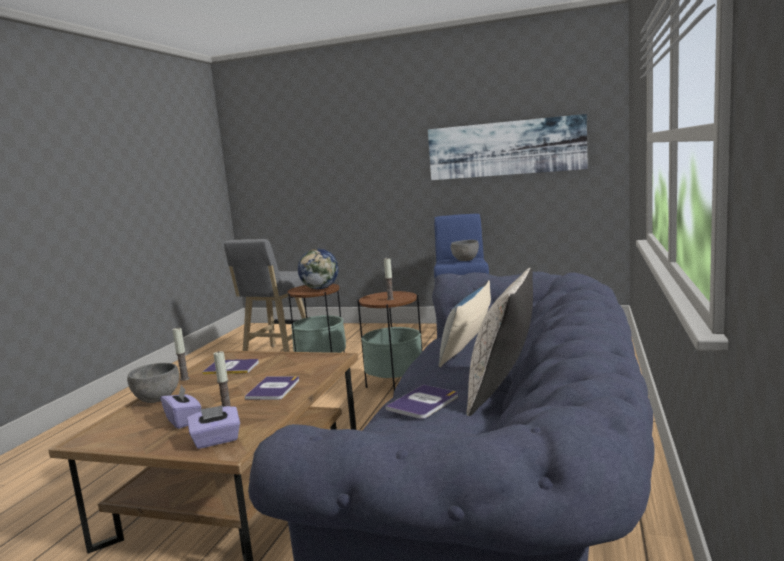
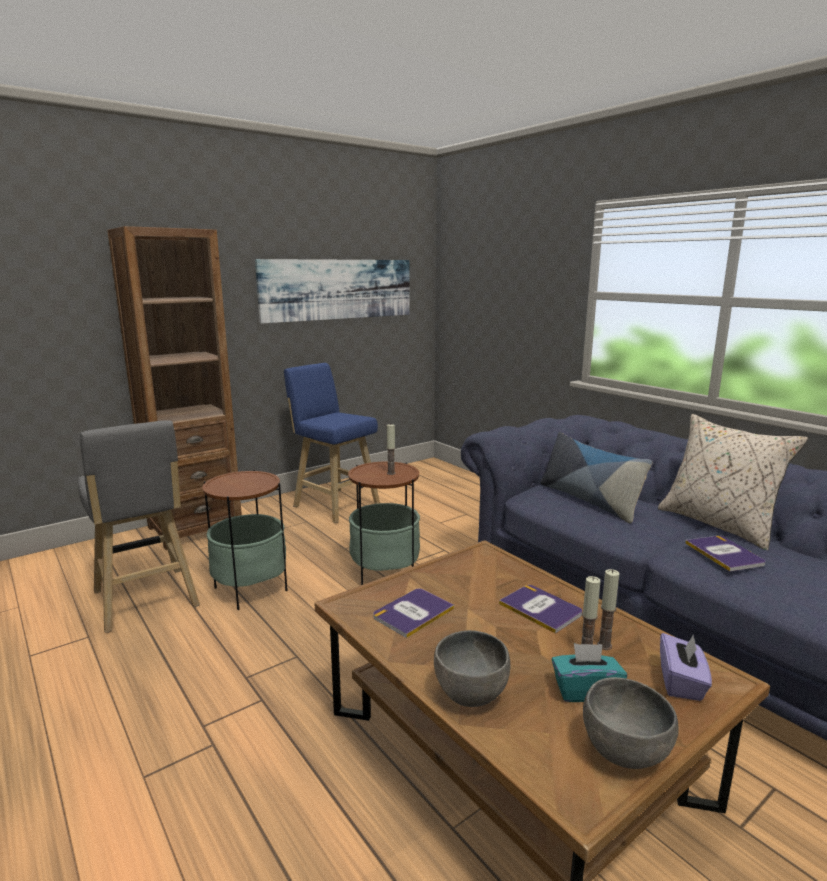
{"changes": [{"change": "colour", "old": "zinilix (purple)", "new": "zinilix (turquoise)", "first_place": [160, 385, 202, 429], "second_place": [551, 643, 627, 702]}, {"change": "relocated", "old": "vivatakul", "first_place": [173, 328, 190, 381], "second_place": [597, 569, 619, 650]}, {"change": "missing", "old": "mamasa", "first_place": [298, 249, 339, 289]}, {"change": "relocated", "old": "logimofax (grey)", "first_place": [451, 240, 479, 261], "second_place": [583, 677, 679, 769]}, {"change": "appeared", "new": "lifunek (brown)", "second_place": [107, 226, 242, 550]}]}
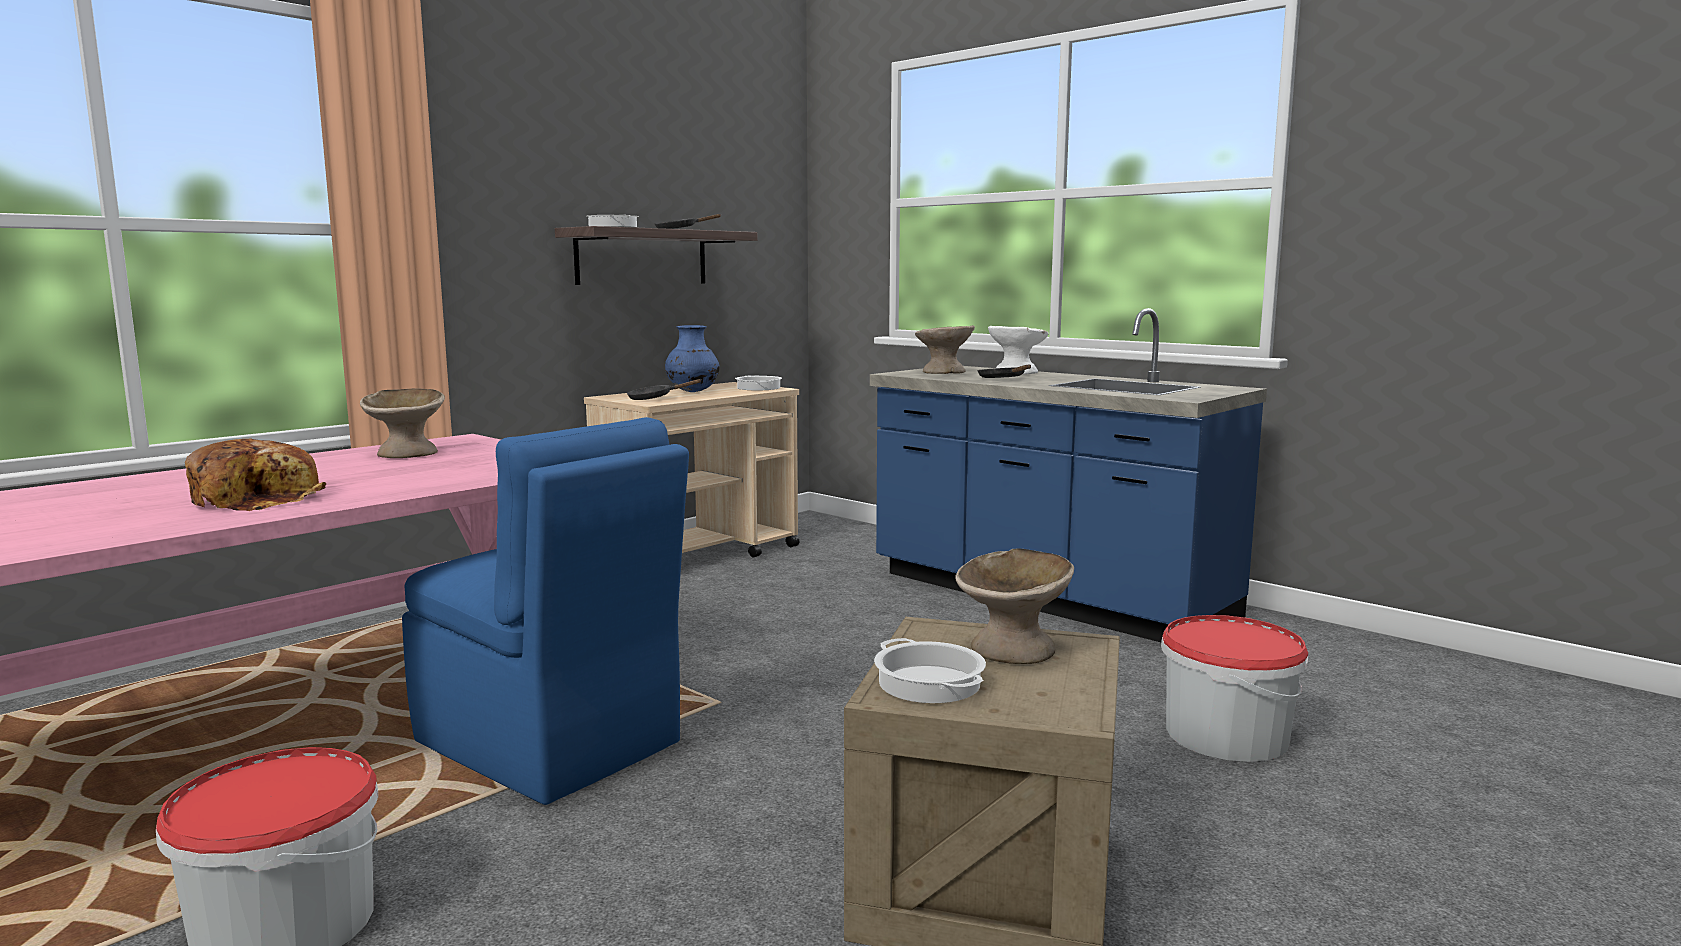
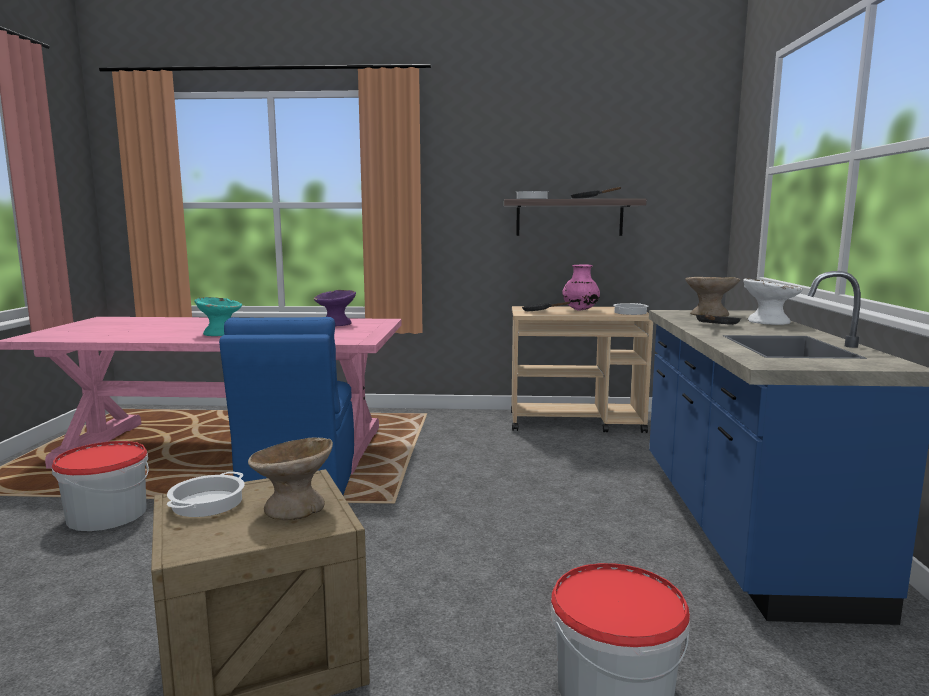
{"changes": [{"change": "exchanged", "old": "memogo", "new": "logimofax (turquoise)", "first_place": [185, 438, 326, 511], "second_place": [194, 297, 242, 336]}, {"change": "colour", "old": "logimofax (beige)", "new": "logimofax (purple)", "first_place": [360, 388, 445, 458], "second_place": [314, 290, 356, 326]}, {"change": "colour", "old": "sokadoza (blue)", "new": "sokadoza (pink)", "first_place": [665, 325, 720, 392], "second_place": [562, 264, 600, 311]}]}
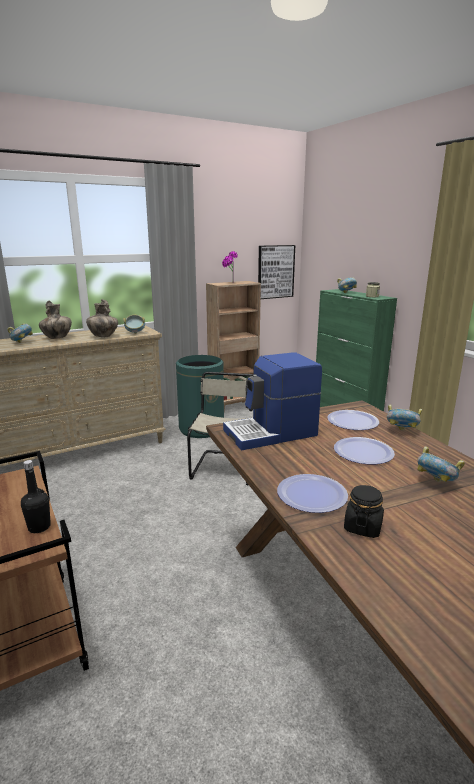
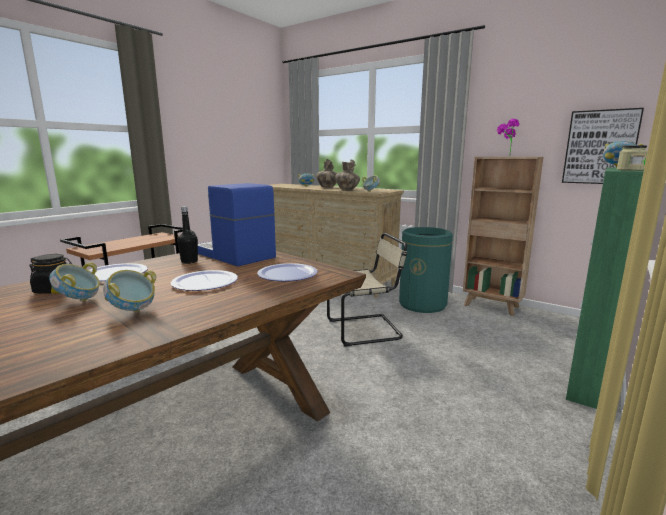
{"changes": [{"change": "relocated", "old": "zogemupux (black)", "first_place": [21, 460, 51, 533], "second_place": [177, 206, 198, 264]}, {"change": "relocated", "old": "logimofax", "first_place": [387, 405, 422, 430], "second_place": [49, 262, 100, 301]}]}
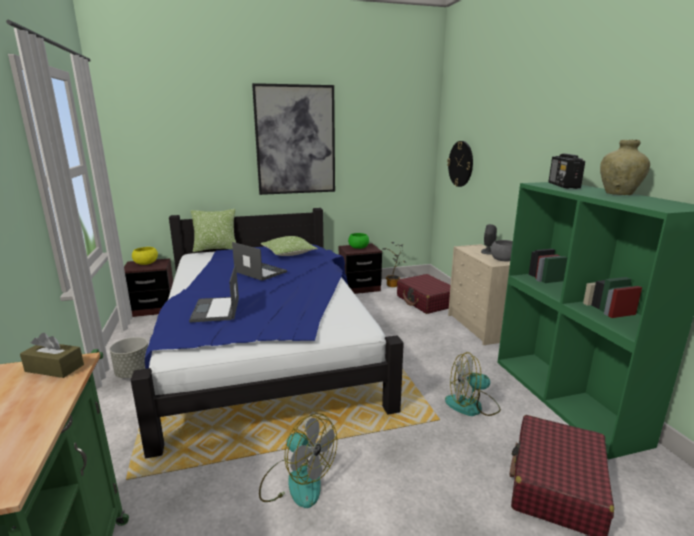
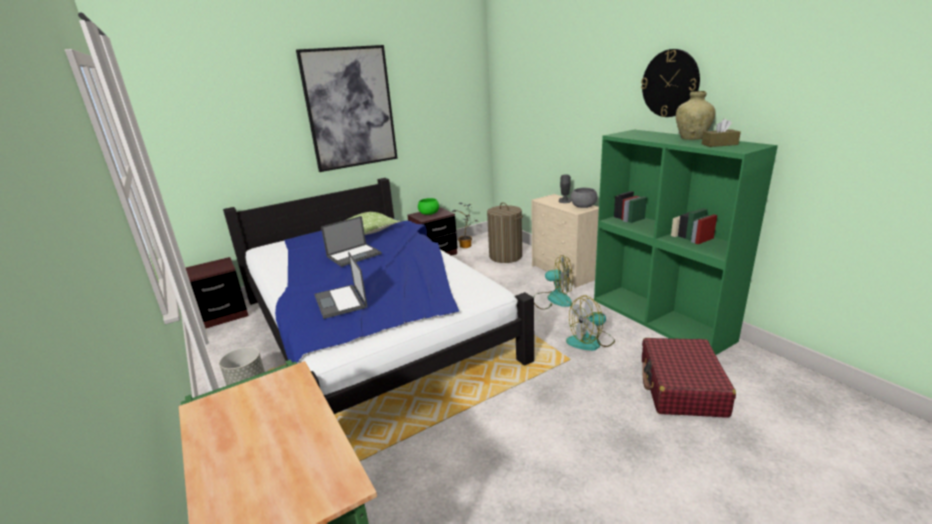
{"changes": [{"change": "relocated", "old": "zinilix (brown)", "first_place": [20, 333, 84, 378], "second_place": [702, 119, 741, 147]}, {"change": "missing", "old": "logimofax (yellow)", "first_place": [132, 247, 158, 265]}, {"change": "missing", "old": "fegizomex", "first_place": [191, 209, 236, 252]}, {"change": "spun", "old": "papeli", "first_place": [232, 242, 287, 281], "second_place": [321, 216, 382, 267], "degrees": 120}, {"change": "relocated", "old": "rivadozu", "first_place": [259, 413, 337, 508], "second_place": [534, 255, 573, 310]}, {"change": "exchanged", "old": "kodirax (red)", "new": "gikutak", "first_place": [397, 274, 451, 314], "second_place": [487, 202, 523, 263]}, {"change": "relocated", "old": "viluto", "first_place": [447, 141, 473, 187], "second_place": [641, 49, 700, 117]}, {"change": "missing", "old": "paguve", "first_place": [549, 153, 585, 189]}]}
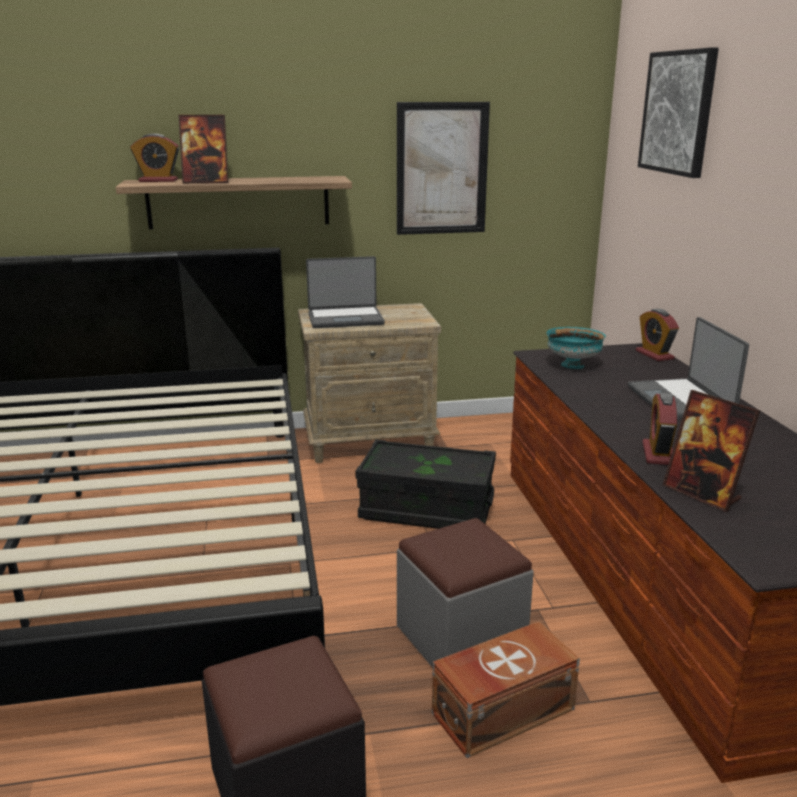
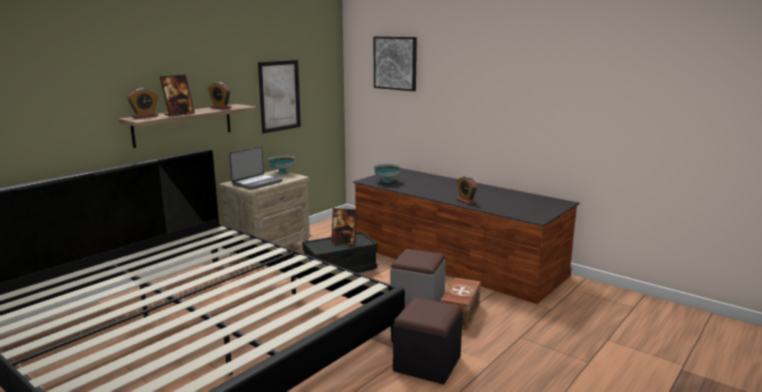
{"changes": [{"change": "missing", "old": "papeli", "first_place": [628, 317, 749, 420]}, {"change": "relocated", "old": "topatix", "first_place": [636, 309, 679, 361], "second_place": [208, 82, 232, 109]}, {"change": "relocated", "old": "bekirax", "first_place": [663, 390, 760, 512], "second_place": [331, 208, 357, 245]}, {"change": "appeared", "new": "logimofax (turquoise)", "second_place": [268, 156, 295, 174]}]}
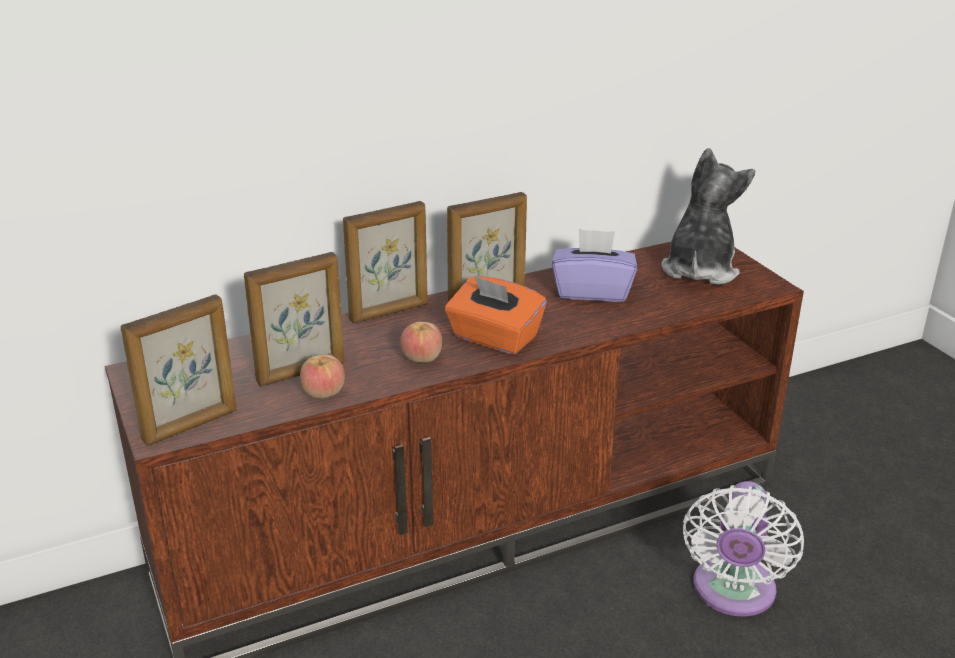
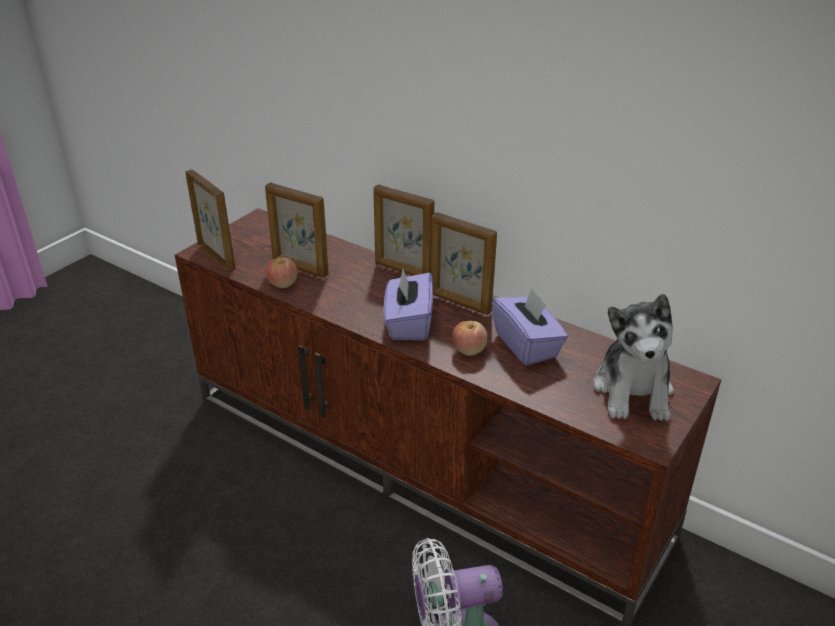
{"changes": [{"change": "spun", "old": "bekirax", "first_place": [121, 295, 237, 446], "second_place": [185, 169, 235, 271], "degrees": -150}, {"change": "relocated", "old": "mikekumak", "first_place": [400, 322, 442, 363], "second_place": [452, 321, 487, 356]}, {"change": "colour", "old": "zinilix (orange)", "new": "zinilix (purple)", "first_place": [445, 276, 547, 355], "second_place": [384, 269, 433, 340]}, {"change": "spun", "old": "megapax", "first_place": [661, 148, 755, 285], "second_place": [594, 294, 674, 421], "degrees": 105}]}
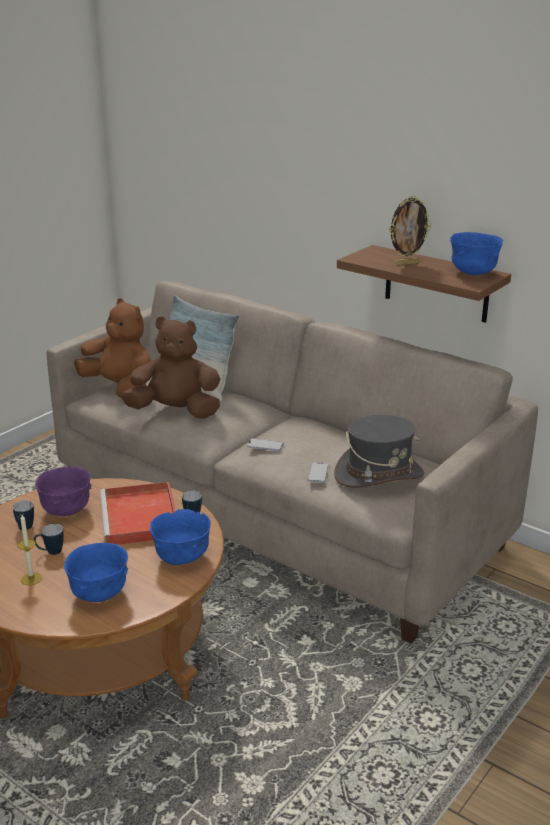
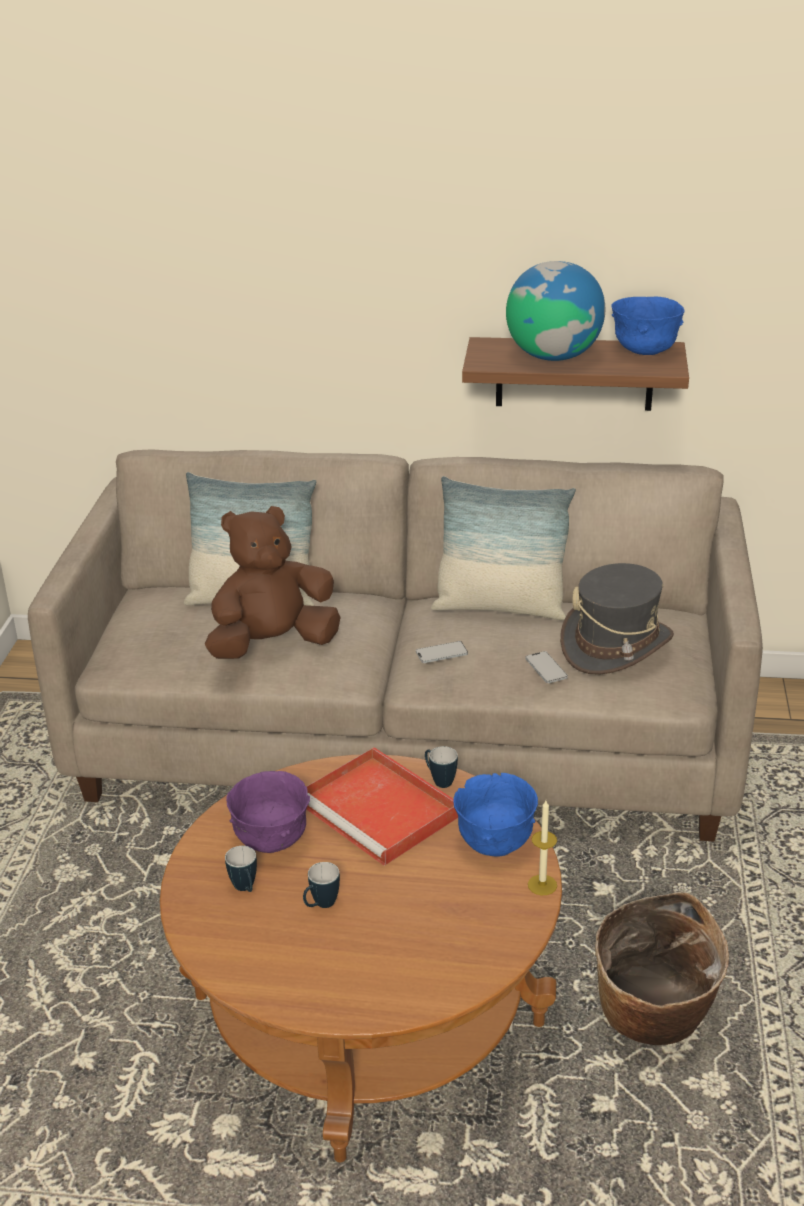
{"changes": [{"change": "relocated", "old": "vivatakul", "first_place": [17, 515, 42, 585], "second_place": [528, 800, 557, 895]}, {"change": "missing", "old": "logimofax (blue)", "first_place": [64, 543, 128, 602]}, {"change": "missing", "old": "megapax (brown)", "first_place": [74, 298, 151, 398]}, {"change": "exchanged", "old": "bekirax", "new": "mamasa", "first_place": [389, 196, 431, 266], "second_place": [506, 261, 605, 361]}, {"change": "appeared", "new": "fegizomex", "second_place": [431, 476, 576, 620]}, {"change": "appeared", "new": "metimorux", "second_place": [595, 892, 729, 1045]}]}
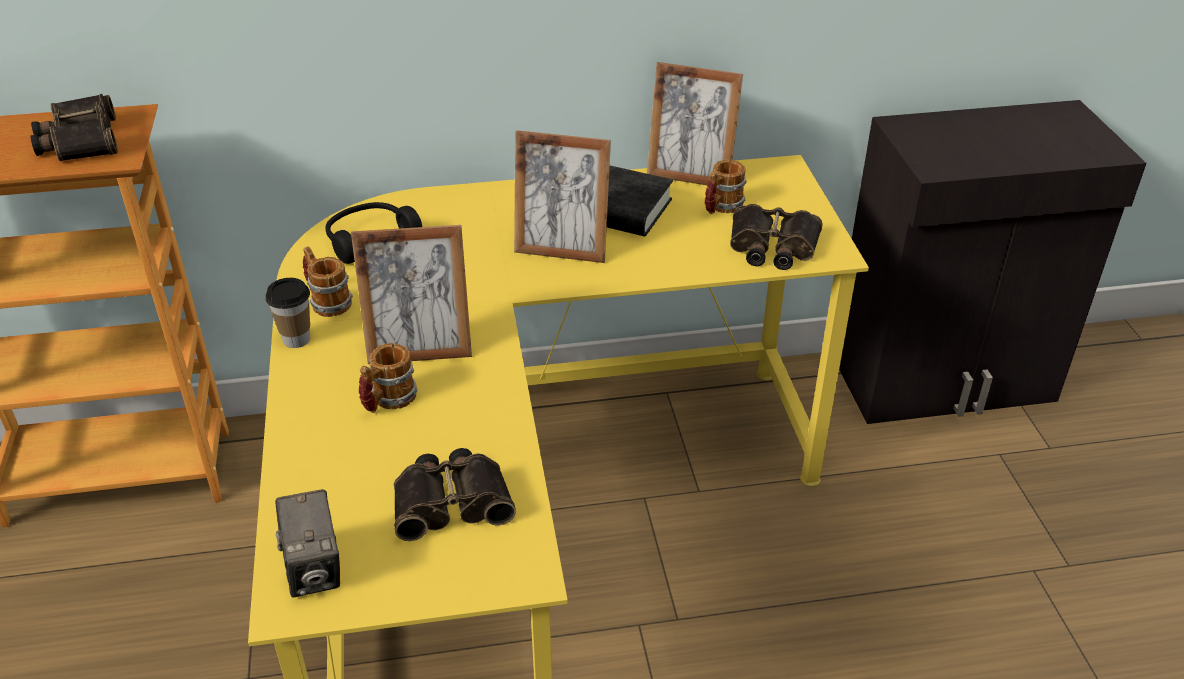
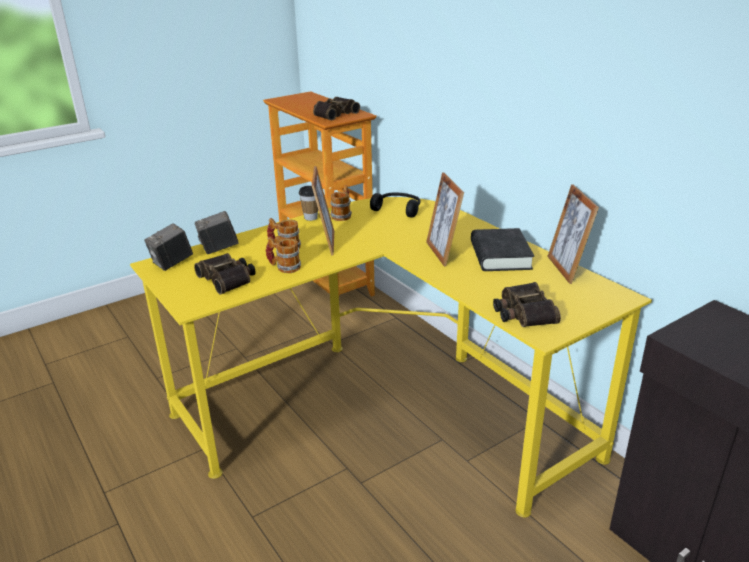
{"changes": [{"change": "spun", "old": "bekirax", "first_place": [351, 225, 472, 364], "second_place": [312, 166, 334, 256], "degrees": -150}, {"change": "relocated", "old": "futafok", "first_place": [705, 159, 747, 214], "second_place": [266, 236, 301, 273]}, {"change": "appeared", "new": "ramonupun", "second_place": [195, 211, 238, 254]}]}
